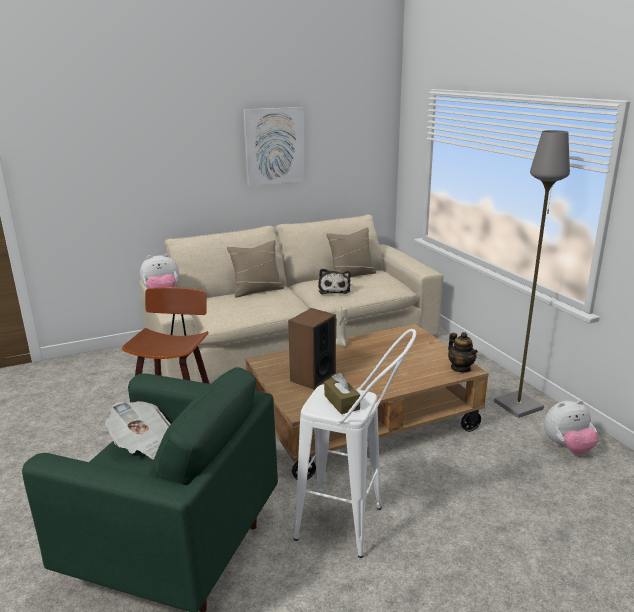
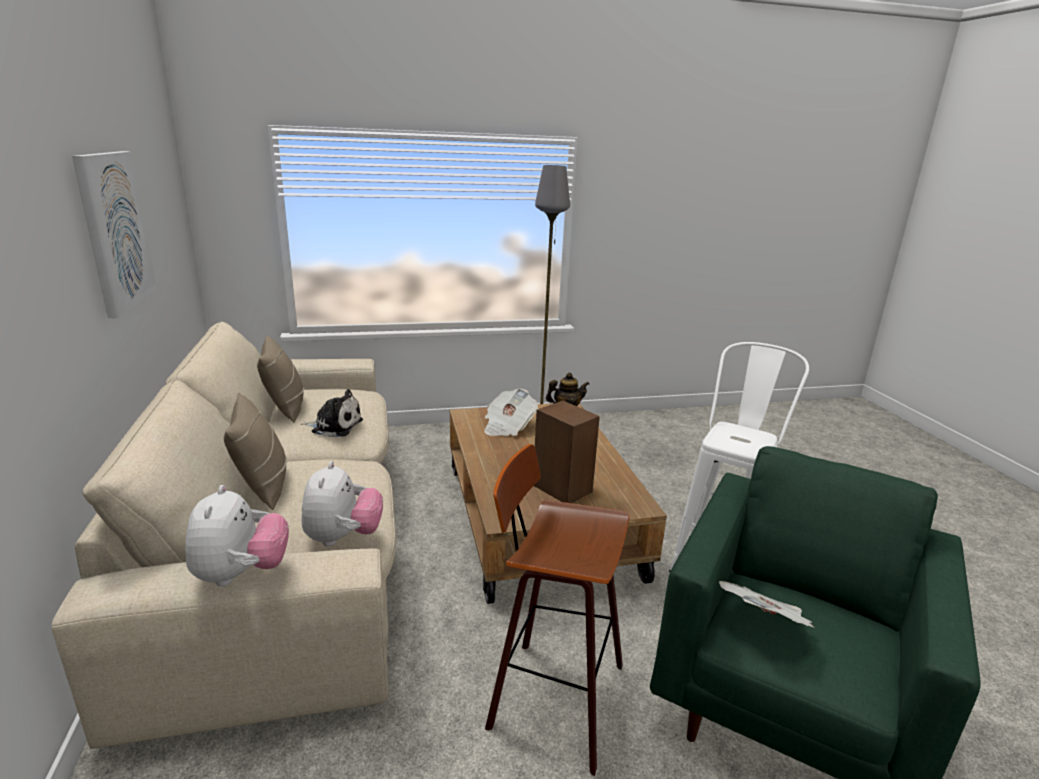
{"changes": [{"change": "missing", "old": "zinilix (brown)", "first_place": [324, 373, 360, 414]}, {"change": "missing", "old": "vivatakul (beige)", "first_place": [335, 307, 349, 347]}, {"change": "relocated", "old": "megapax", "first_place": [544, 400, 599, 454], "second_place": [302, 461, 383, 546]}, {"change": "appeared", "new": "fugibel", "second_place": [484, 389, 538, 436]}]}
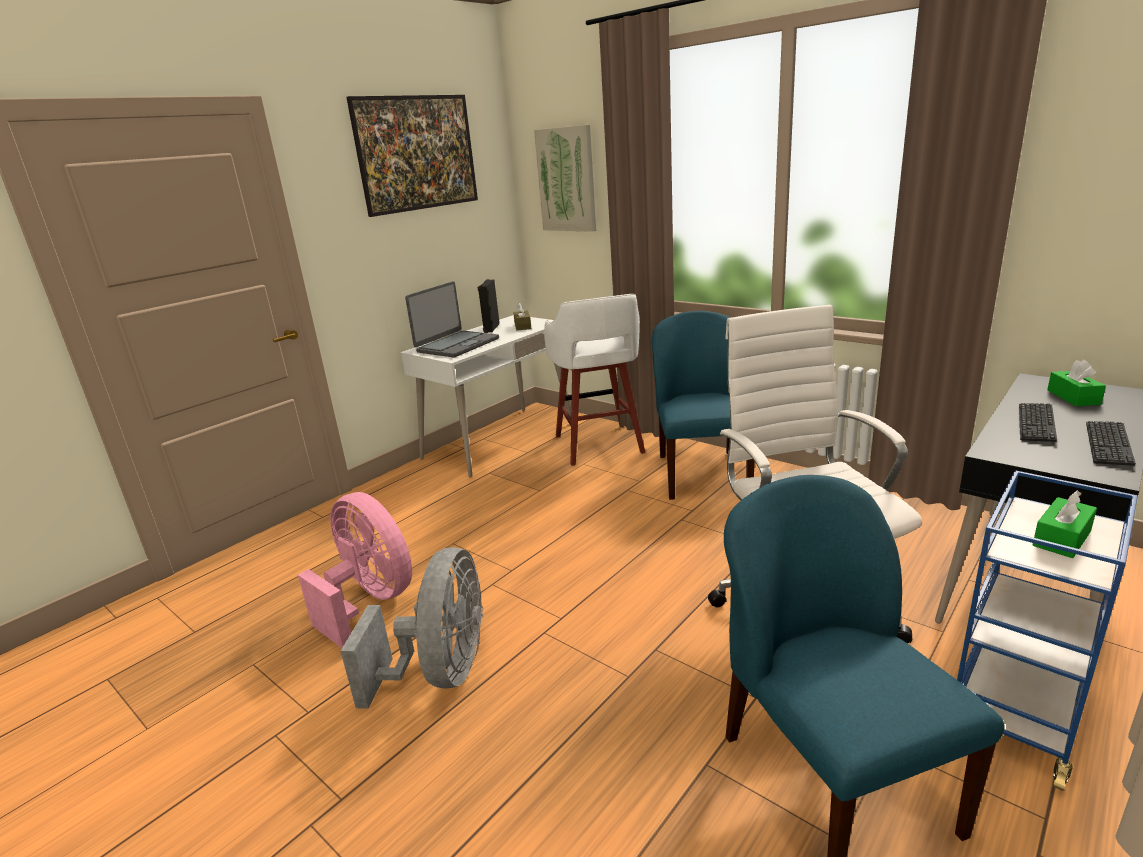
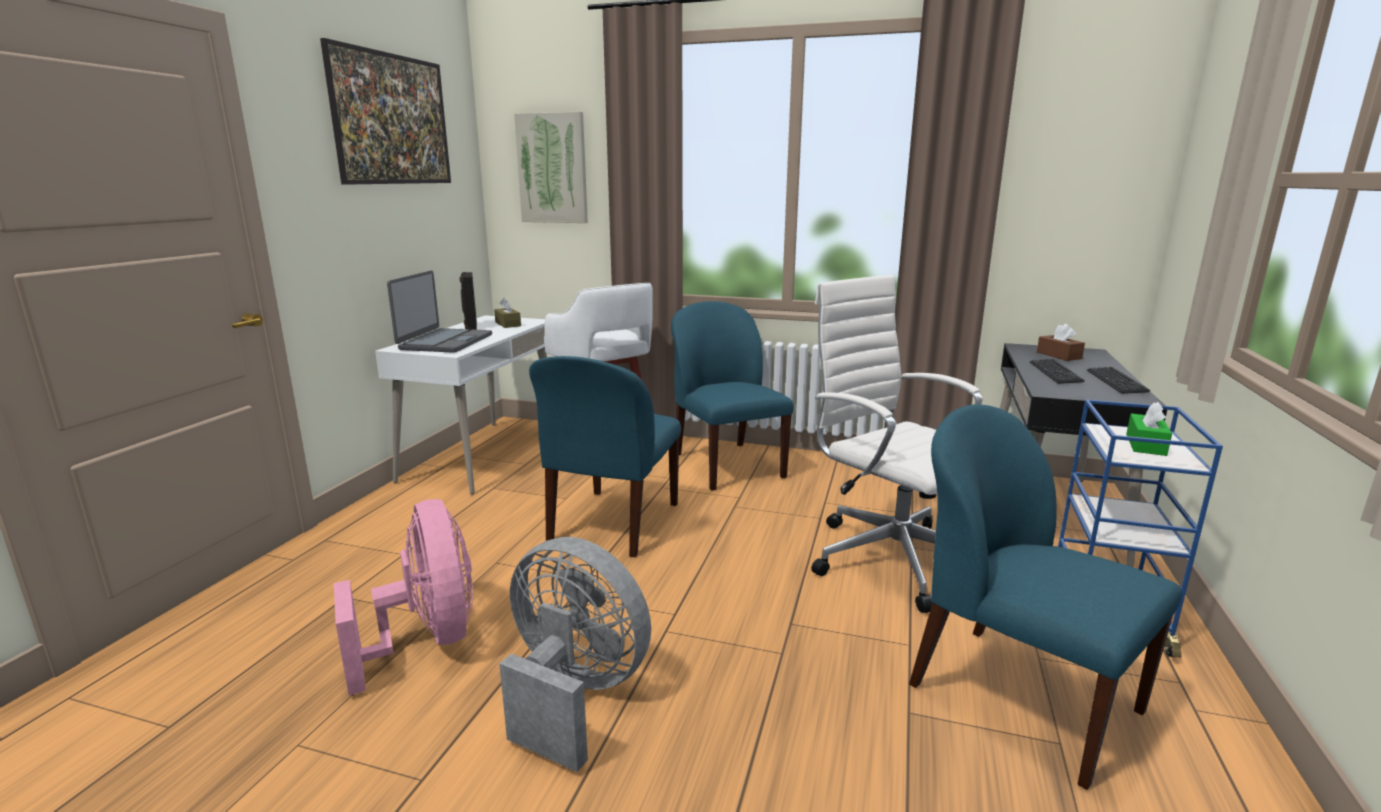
{"changes": [{"change": "spun", "old": "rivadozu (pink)", "first_place": [298, 492, 412, 648], "second_place": [334, 499, 473, 696], "degrees": 45}, {"change": "spun", "old": "rivadozu (grey)", "first_place": [341, 547, 483, 709], "second_place": [499, 537, 651, 772], "degrees": -45}, {"change": "colour", "old": "zinilix (green)", "new": "zinilix (brown)", "first_place": [1047, 360, 1106, 406], "second_place": [1037, 324, 1085, 361]}, {"change": "appeared", "new": "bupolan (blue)", "second_place": [529, 356, 681, 557]}]}
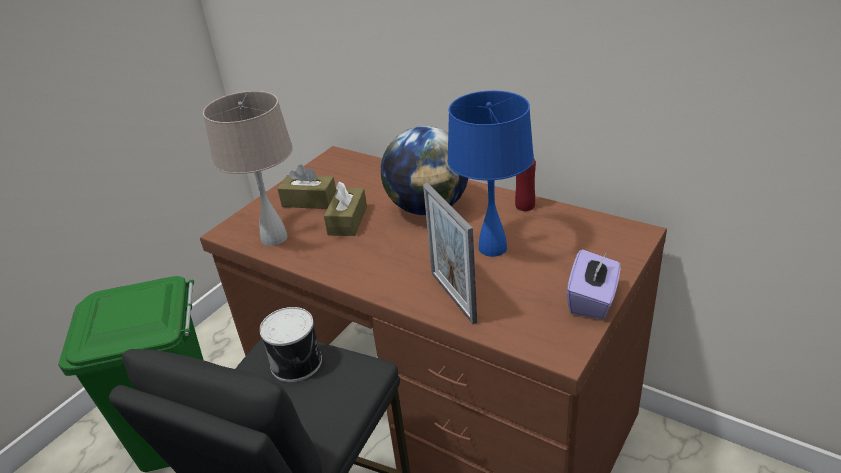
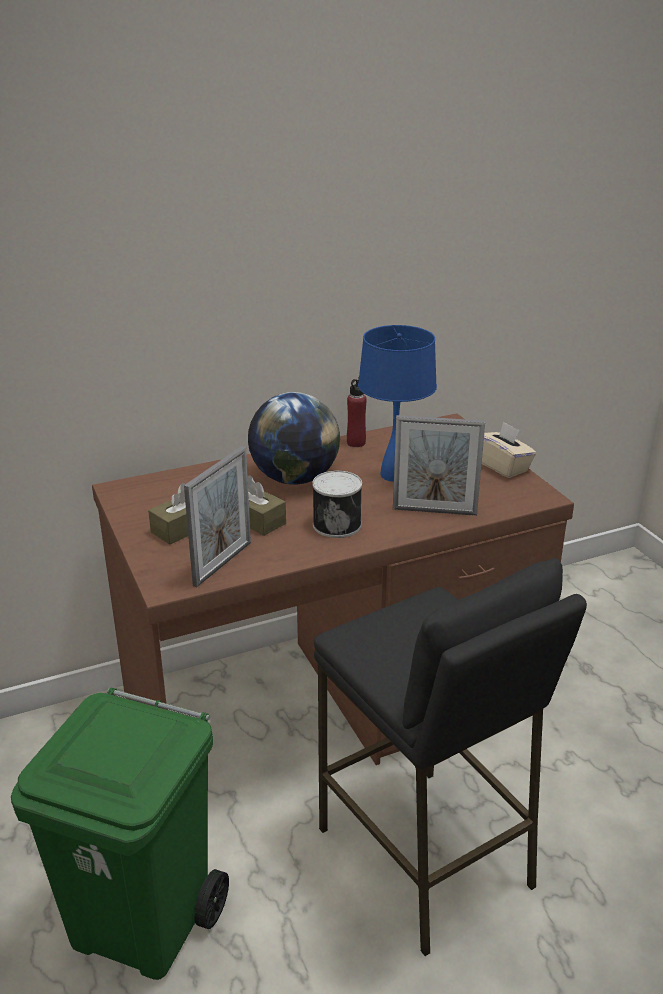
{"changes": [{"change": "exchanged", "old": "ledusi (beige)", "new": "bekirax", "first_place": [203, 91, 293, 246], "second_place": [184, 446, 251, 587]}, {"change": "relocated", "old": "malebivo", "first_place": [259, 307, 322, 382], "second_place": [312, 471, 362, 538]}, {"change": "colour", "old": "zinilix (purple)", "new": "zinilix (beige)", "first_place": [567, 249, 620, 319], "second_place": [482, 421, 537, 478]}]}
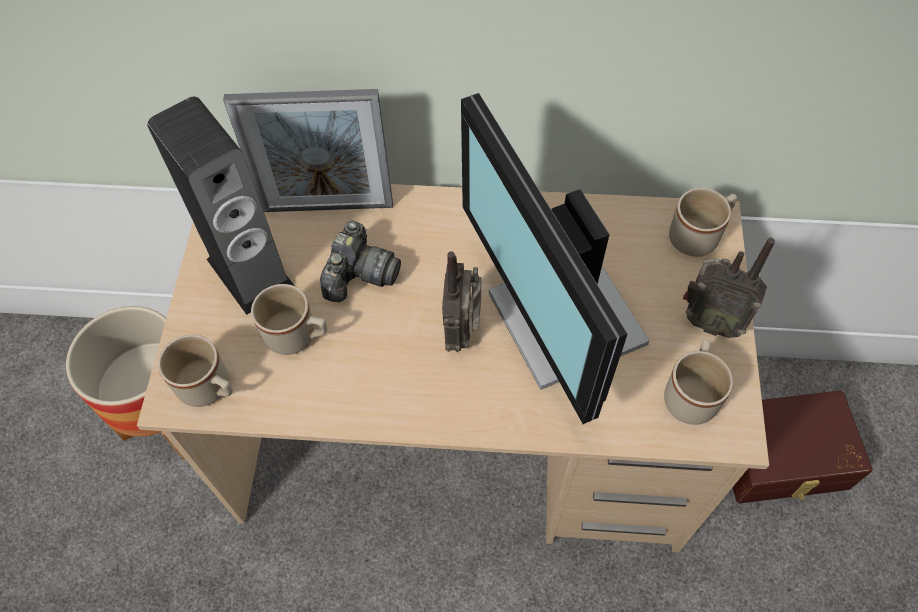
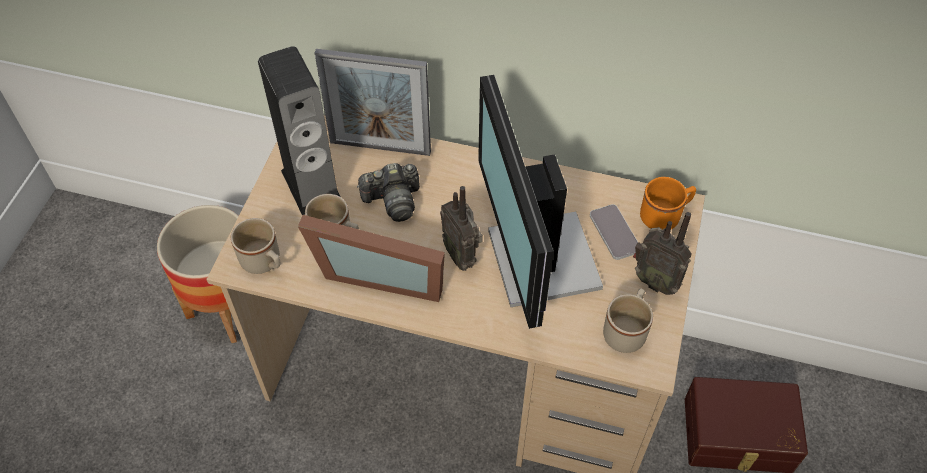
{"changes": [{"change": "spun", "old": "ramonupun", "first_place": [320, 221, 401, 302], "second_place": [357, 163, 420, 222], "degrees": 45}, {"change": "spun", "old": "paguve", "first_place": [442, 251, 481, 352], "second_place": [440, 186, 483, 271], "degrees": -45}, {"change": "colour", "old": "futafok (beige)", "new": "futafok (orange)", "first_place": [669, 188, 737, 257], "second_place": [640, 177, 696, 230]}, {"change": "appeared", "new": "bekirax", "second_place": [298, 215, 445, 302]}, {"change": "appeared", "new": "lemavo", "second_place": [590, 204, 638, 260]}]}
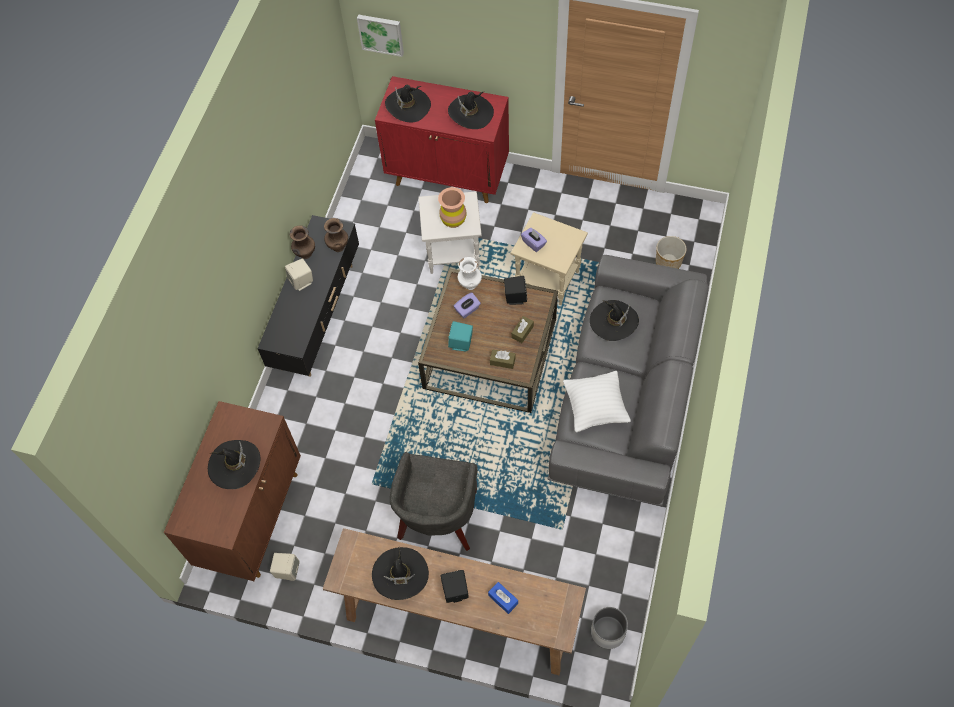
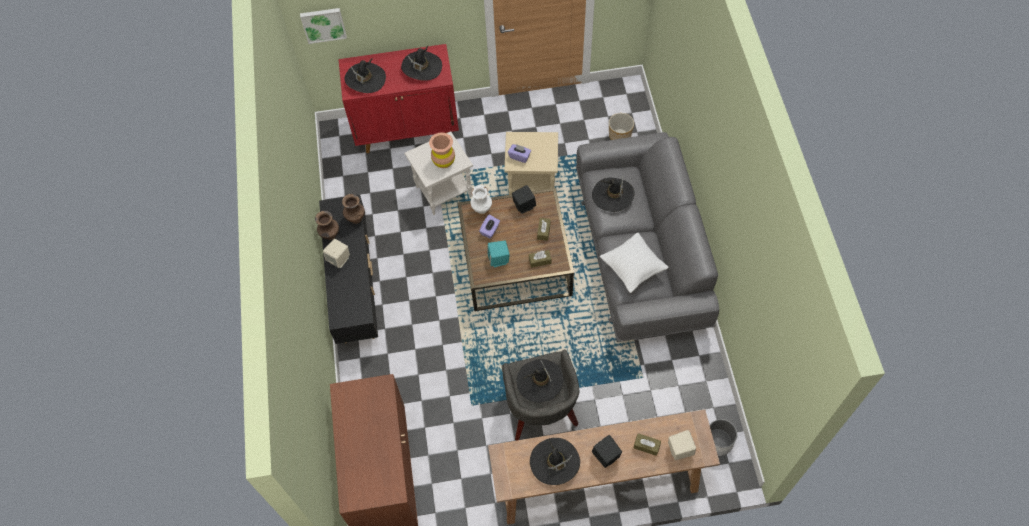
{"changes": [{"change": "relocated", "old": "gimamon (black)", "first_place": [208, 440, 260, 489], "second_place": [517, 359, 563, 403]}, {"change": "relocated", "old": "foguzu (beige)", "first_place": [270, 553, 300, 581], "second_place": [668, 430, 696, 460]}, {"change": "colour", "old": "zinilix (blue)", "new": "zinilix (brown)", "first_place": [488, 582, 518, 614], "second_place": [634, 433, 661, 456]}]}
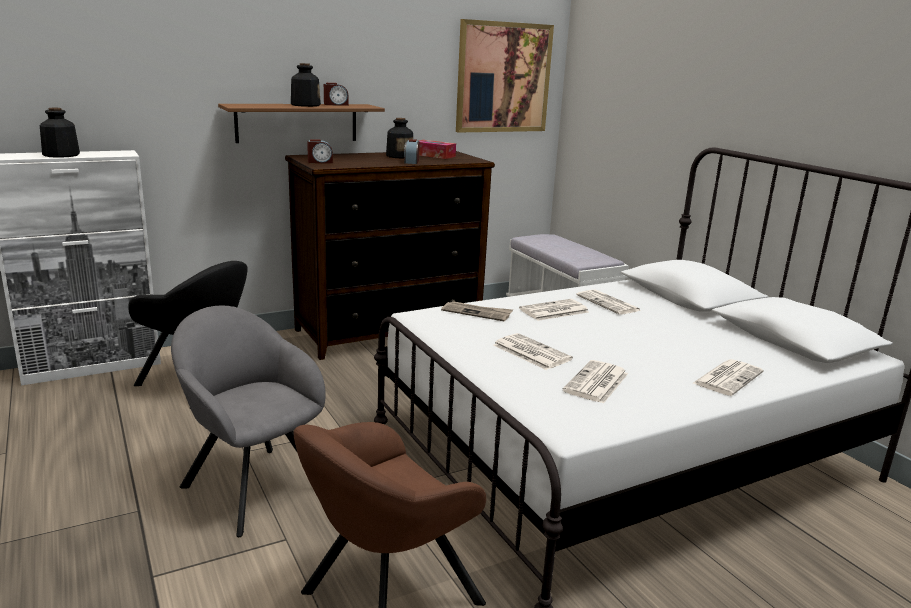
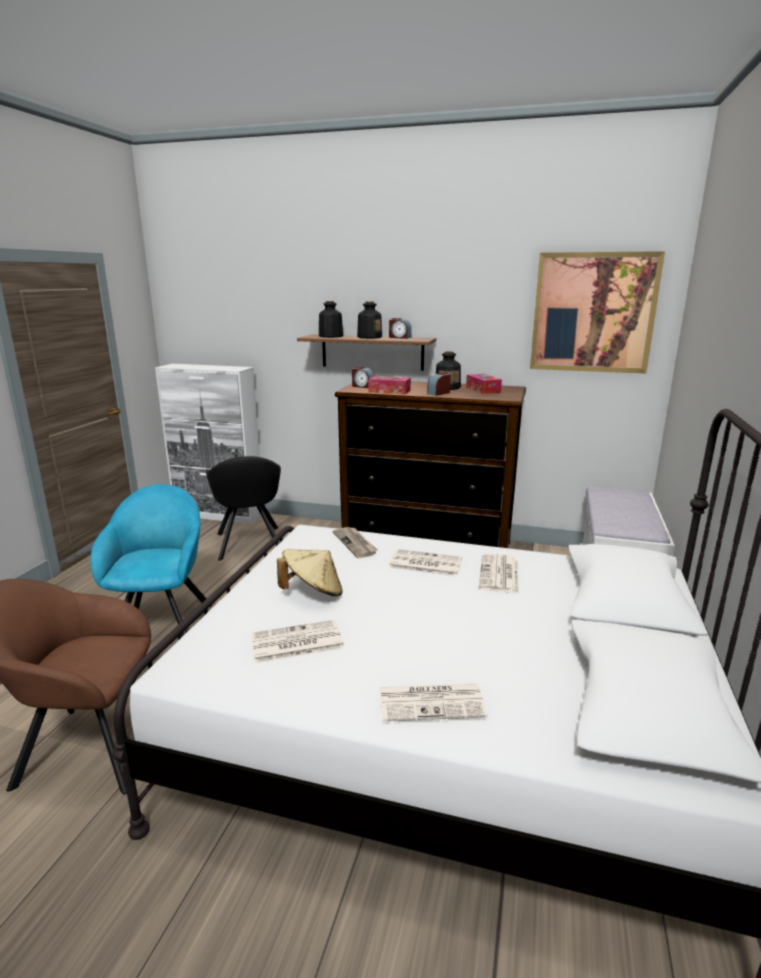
{"changes": [{"change": "relocated", "old": "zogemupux", "first_place": [40, 108, 80, 158], "second_place": [319, 301, 343, 338]}, {"change": "colour", "old": "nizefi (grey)", "new": "nizefi (turquoise)", "first_place": [171, 305, 326, 537], "second_place": [91, 484, 212, 636]}, {"change": "exchanged", "old": "fugibel", "new": "gimamon (beige)", "first_place": [493, 333, 573, 370], "second_place": [277, 549, 343, 596]}, {"change": "appeared", "new": "zinilix", "second_place": [368, 376, 411, 394]}]}
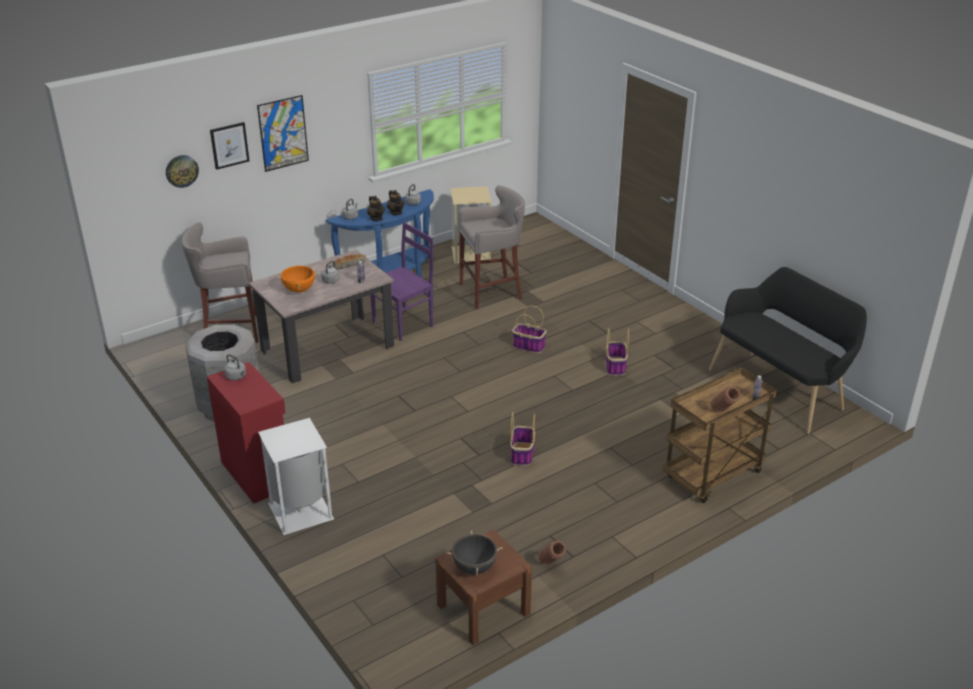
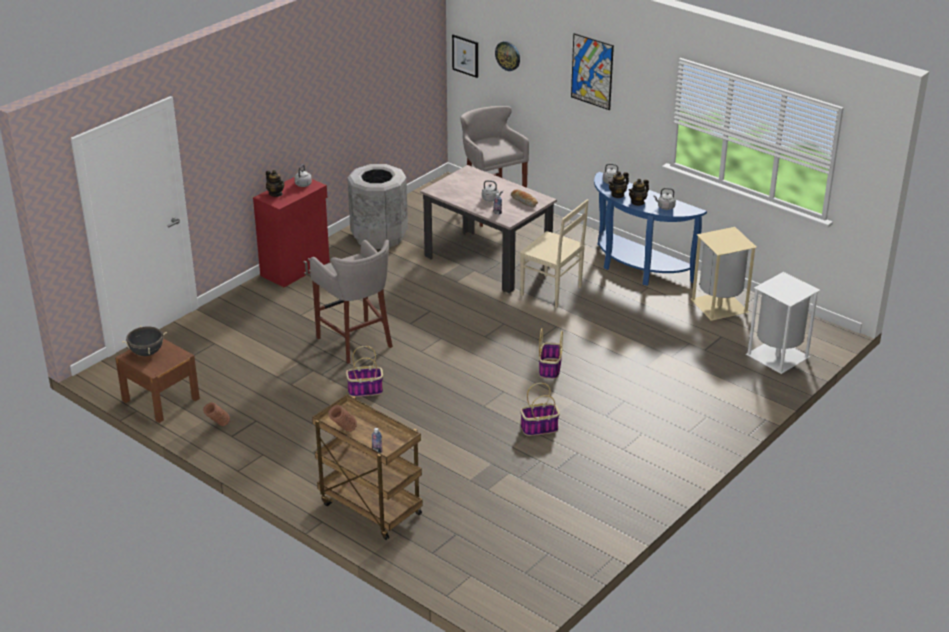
{"changes": [{"change": "relocated", "old": "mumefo", "first_place": [210, 122, 250, 170], "second_place": [452, 34, 478, 78]}, {"change": "relocated", "old": "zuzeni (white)", "first_place": [258, 418, 334, 535], "second_place": [746, 272, 820, 374]}, {"change": "missing", "old": "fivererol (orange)", "first_place": [276, 264, 319, 293]}, {"change": "colour", "old": "bupolan (purple)", "new": "bupolan (beige)", "first_place": [370, 222, 433, 341], "second_place": [520, 199, 589, 308]}, {"change": "relocated", "old": "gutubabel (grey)", "first_place": [458, 185, 525, 309], "second_place": [310, 240, 393, 364]}, {"change": "missing", "old": "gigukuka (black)", "first_place": [709, 267, 867, 434]}, {"change": "appeared", "new": "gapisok", "second_place": [266, 170, 284, 197]}]}
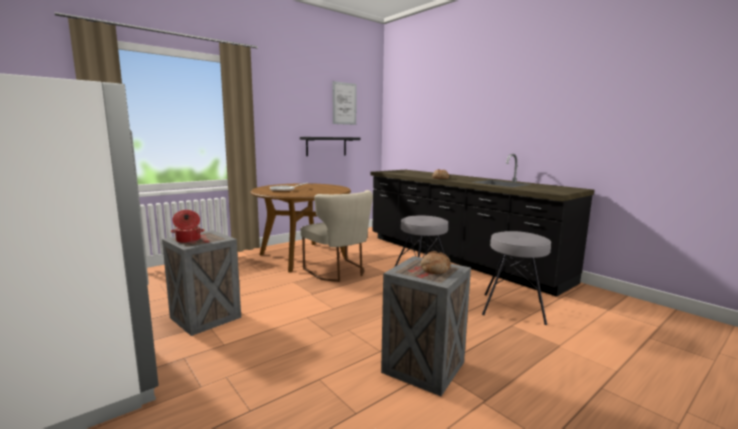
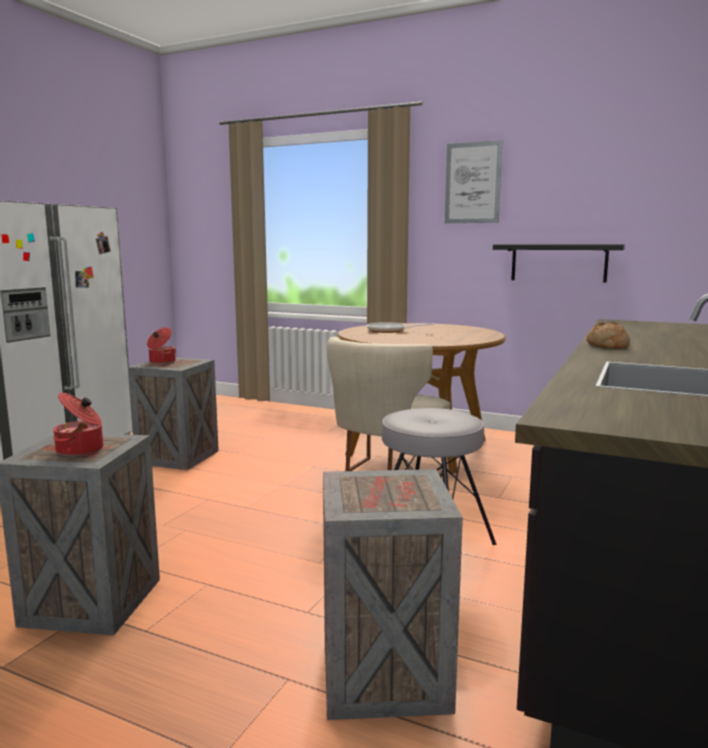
{"changes": [{"change": "relocated", "old": "mumefo", "first_place": [333, 81, 357, 125], "second_place": [445, 140, 503, 223]}, {"change": "exchanged", "old": "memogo", "new": "fivererol", "first_place": [421, 251, 451, 274], "second_place": [53, 393, 103, 457]}, {"change": "exchanged", "old": "gutubabel (grey)", "new": "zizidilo", "first_place": [482, 231, 551, 325], "second_place": [323, 469, 463, 720]}]}
